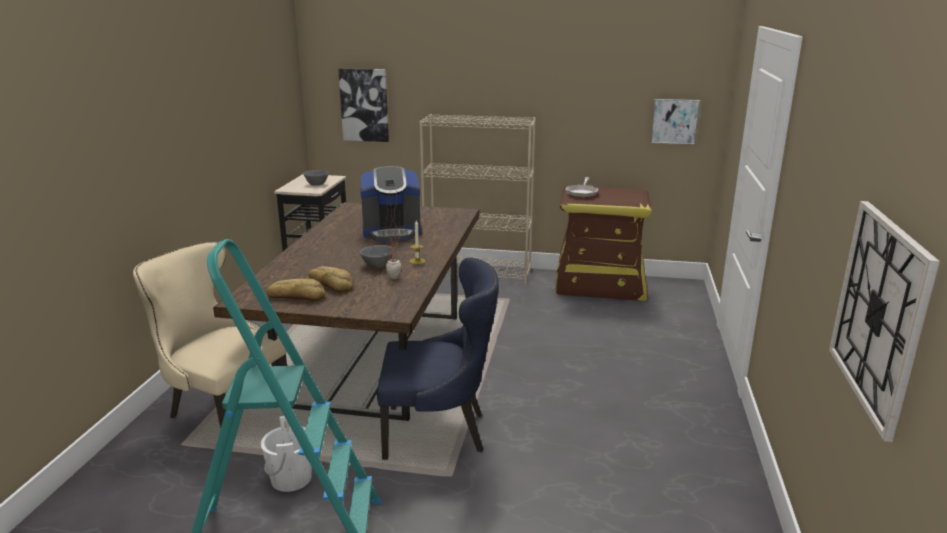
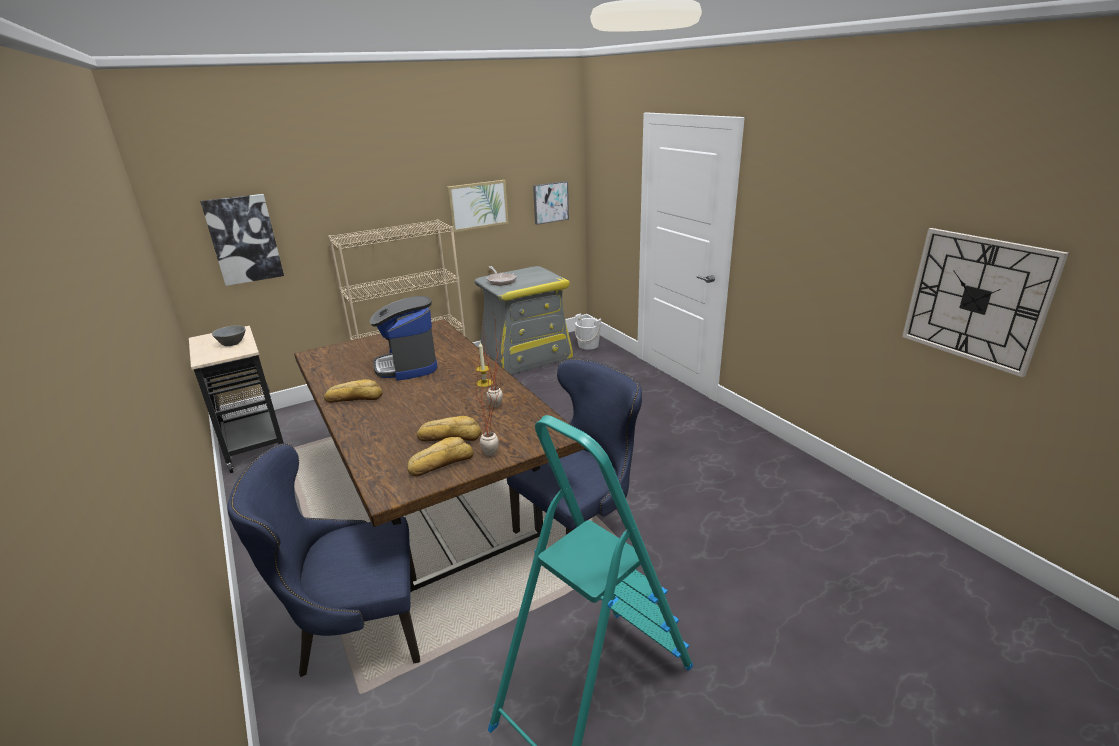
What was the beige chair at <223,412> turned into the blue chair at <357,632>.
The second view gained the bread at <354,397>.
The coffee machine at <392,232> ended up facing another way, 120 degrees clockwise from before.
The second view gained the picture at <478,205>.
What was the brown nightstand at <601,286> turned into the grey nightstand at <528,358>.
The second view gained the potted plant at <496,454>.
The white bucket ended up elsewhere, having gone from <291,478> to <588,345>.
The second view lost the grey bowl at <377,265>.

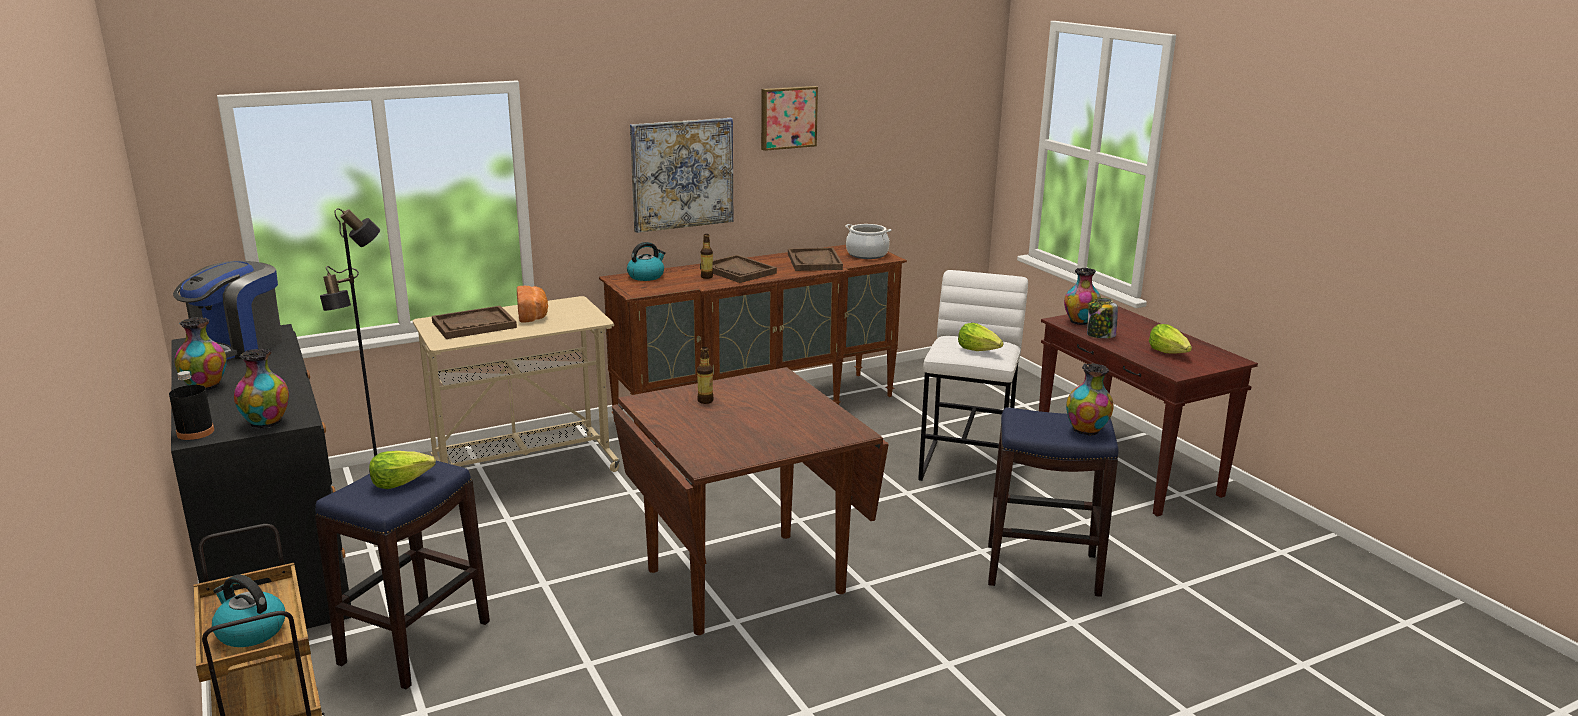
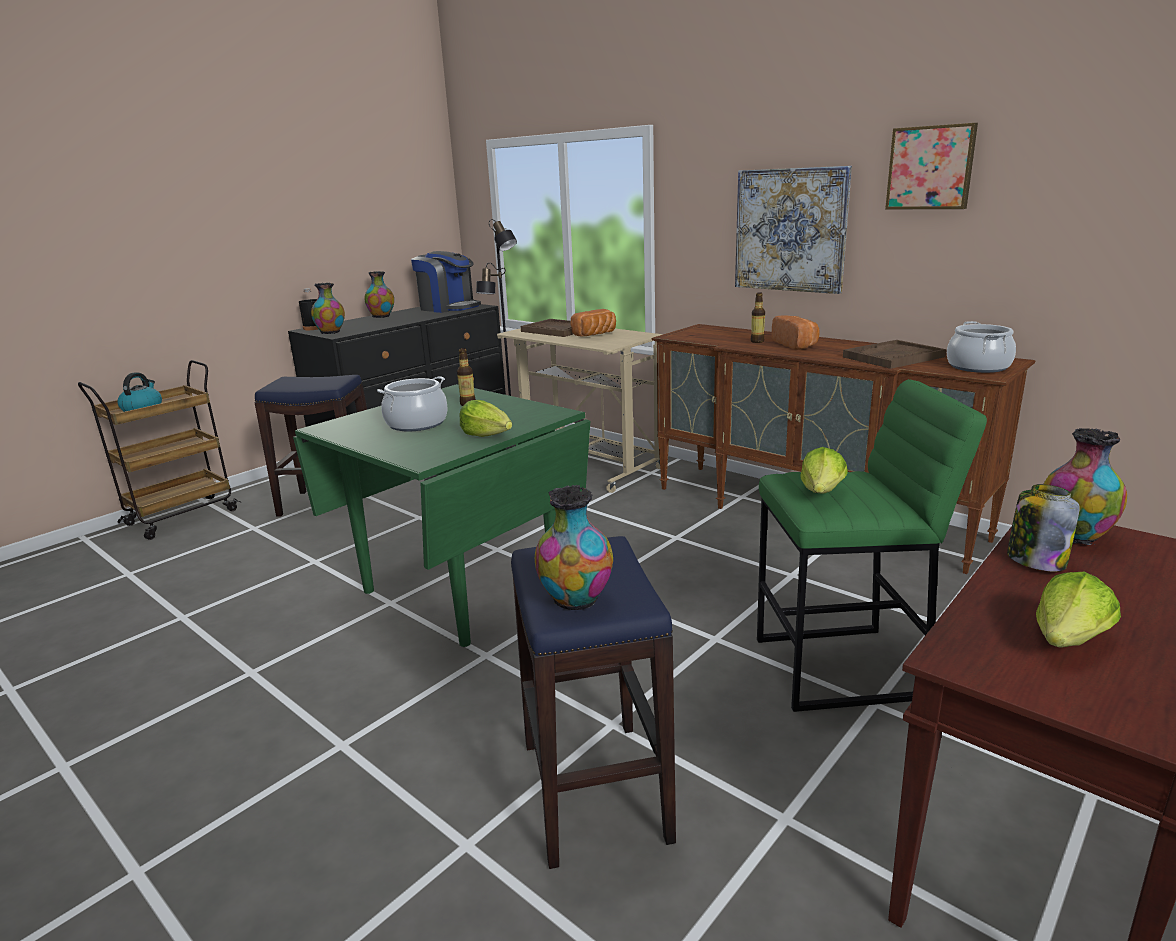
What was the brown dining table at <746,581> turned into the green dining table at <460,591>.
The second view gained the cooking pot at <417,424>.
The coffee machine at <236,347> ended up facing another way, 150 degrees counterclockwise from before.
The lettuce ended up elsewhere, having gone from <400,482> to <487,435>.
What was the white stool at <965,465> turned into the green stool at <842,667>.
Where the brown tray stood at <738,271>, the bread came to stand at <796,345>.
The second view lost the kettle at <646,276>.

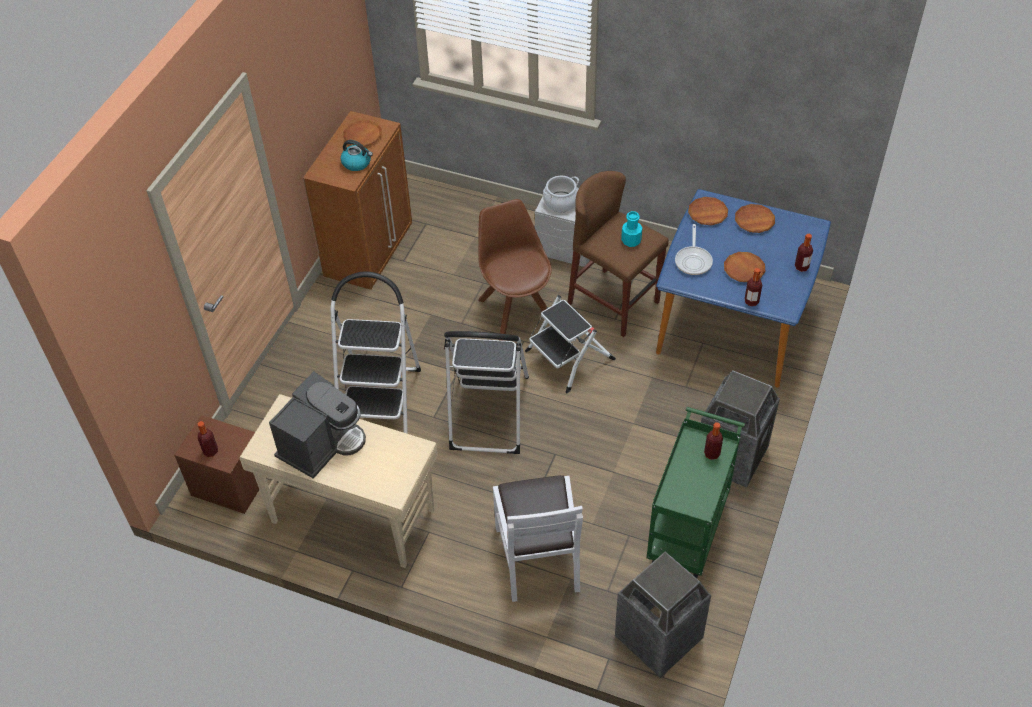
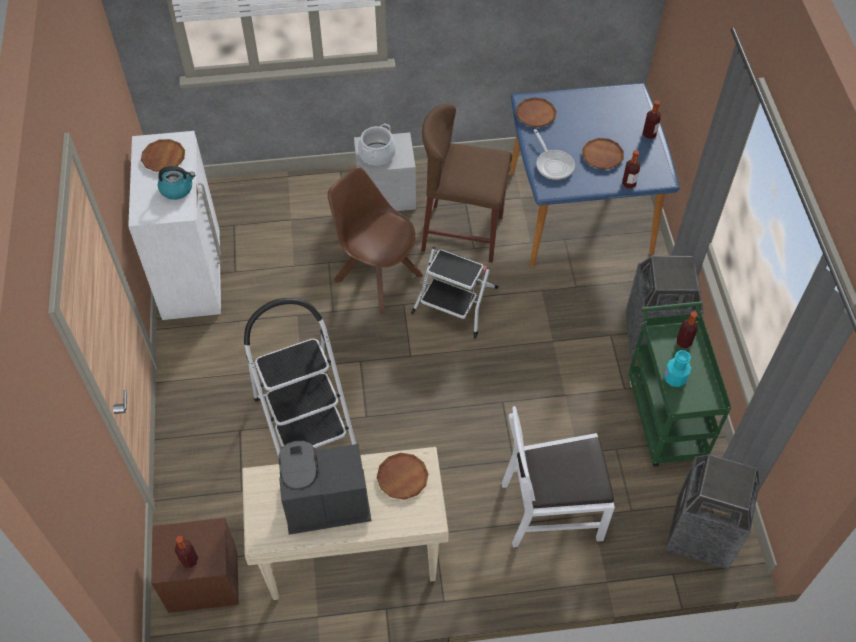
What was the brown cabinet at <369,248> turned into the white cabinet at <191,272>.
The coffee machine at <322,444> ended up facing another way, 105 degrees counterclockwise from before.
The brown plate ended up elsewhere, having gone from <754,221> to <402,477>.
The white chair at <538,558> ended up facing another way, 120 degrees clockwise from before.
The turquoise bottle ended up elsewhere, having gone from <631,240> to <675,378>.
The second view lost the step ladder at <488,415>.

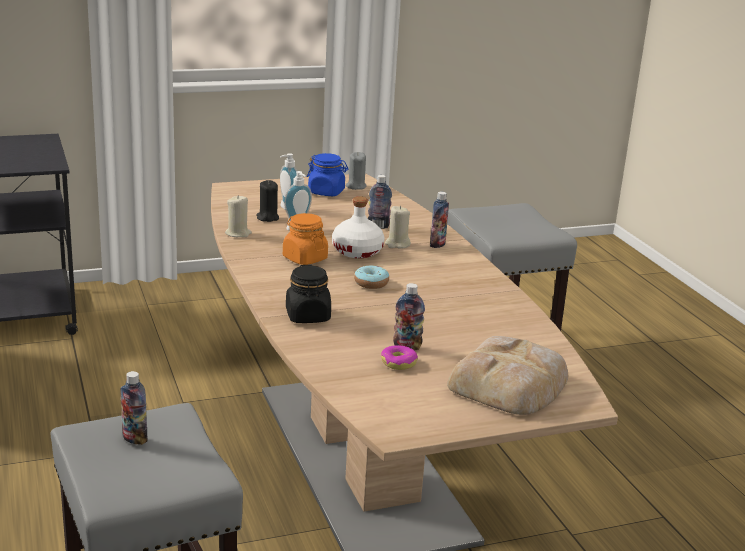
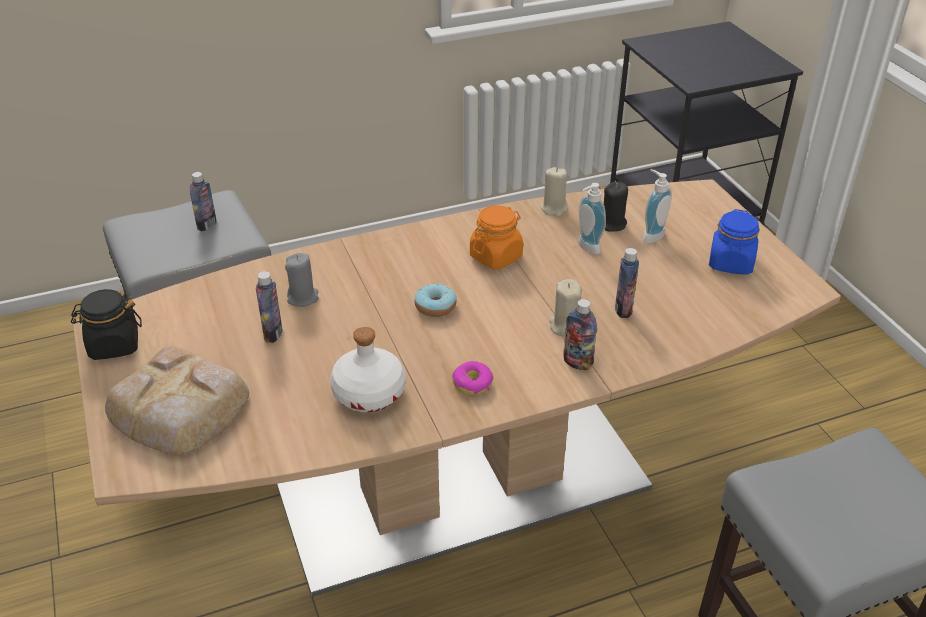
The black jar ended up elsewhere, having gone from <308,316> to <113,345>.
The grey candle ended up elsewhere, having gone from <355,186> to <303,298>.
The white bottle ended up elsewhere, having gone from <357,251> to <369,394>.
The donut ended up elsewhere, having gone from <399,363> to <472,384>.

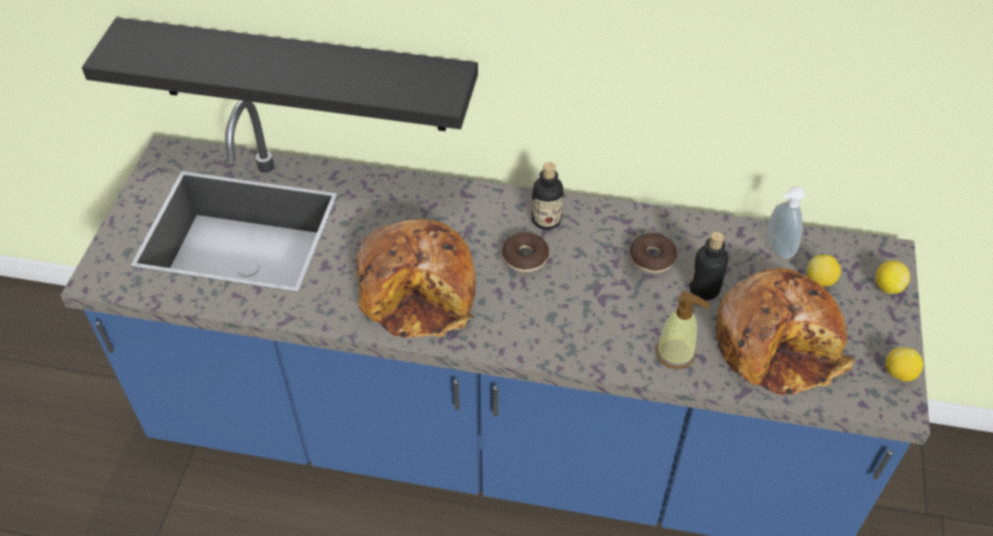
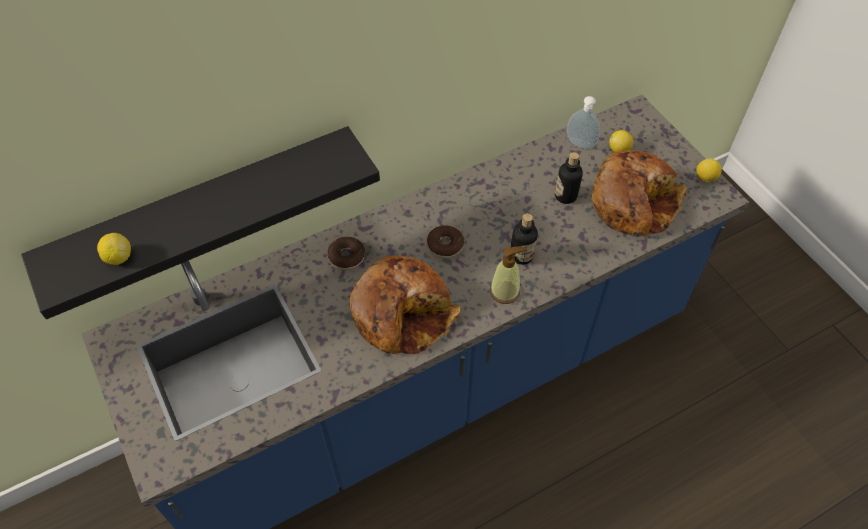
The lemon ended up elsewhere, having gone from <887,286> to <118,257>.
The donut ended up elsewhere, having gone from <652,258> to <346,257>.
The soap dispenser ended up elsewhere, having gone from <675,353> to <505,291>.
The bottle ended up elsewhere, having gone from <546,220> to <521,255>.

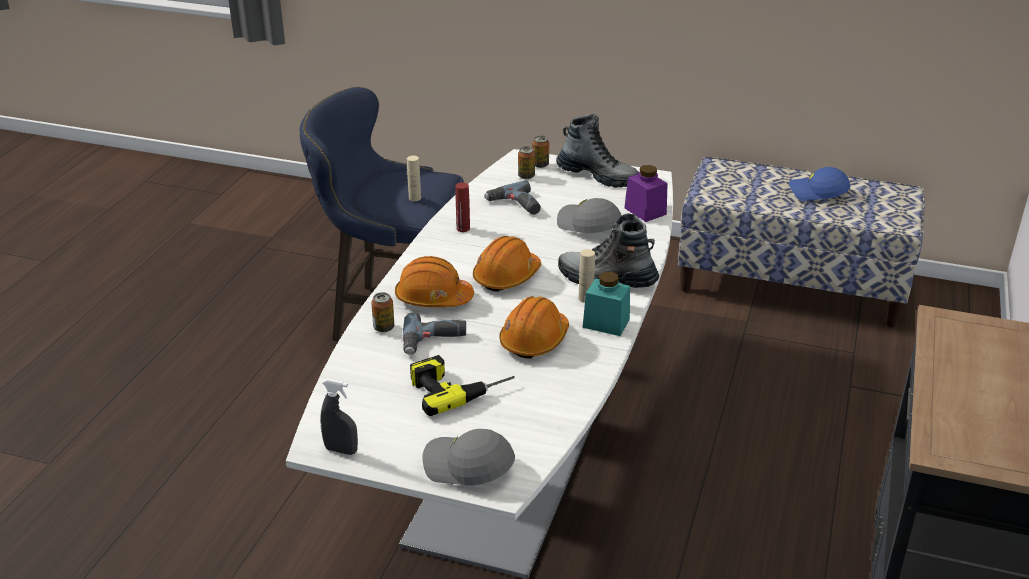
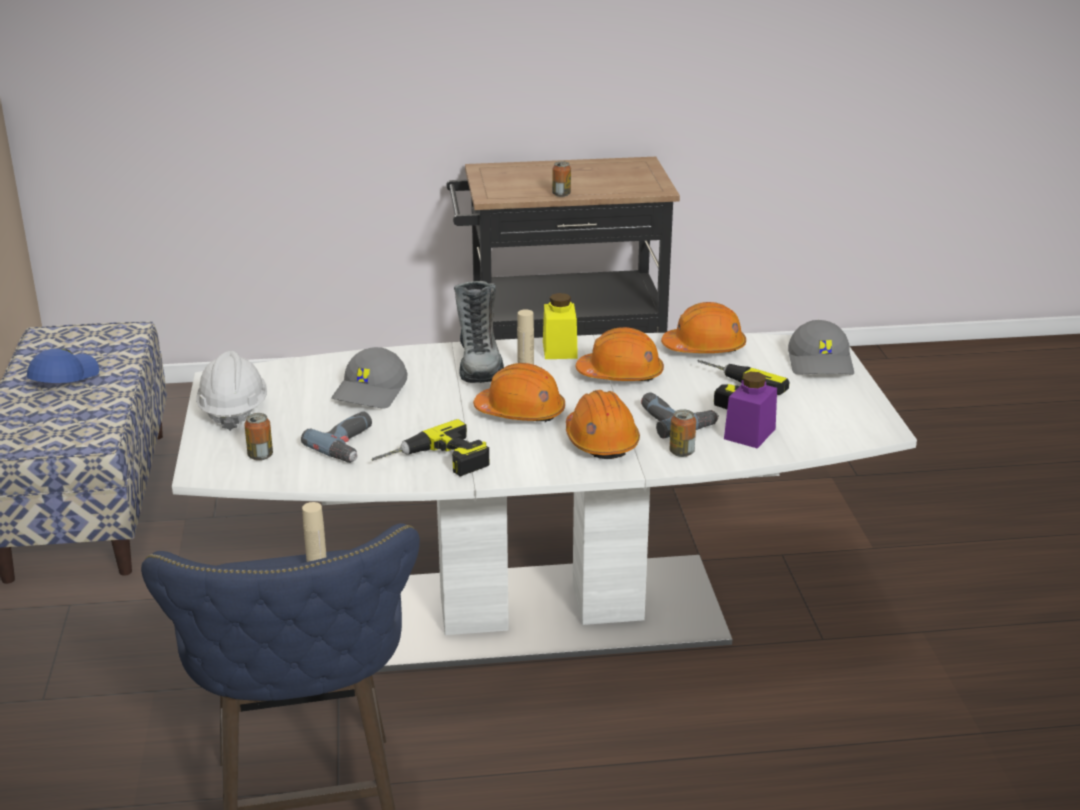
The blue cap at <817,193> ended up facing another way, 150 degrees counterclockwise from before.
Where the boot stood at <597,176>, the white hard hat came to stand at <233,411>.
Where the red bottle stood at <463,228>, the power drill came to stand at <434,463>.
What was the turquoise jar at <606,323> turned into the yellow jar at <559,349>.
The can ended up elsewhere, having gone from <540,165> to <561,194>.
The second view gained the orange hard hat at <704,348>.
The purple jar ended up elsewhere, having gone from <645,211> to <749,434>.
The second view lost the grey spray bottle at <341,450>.

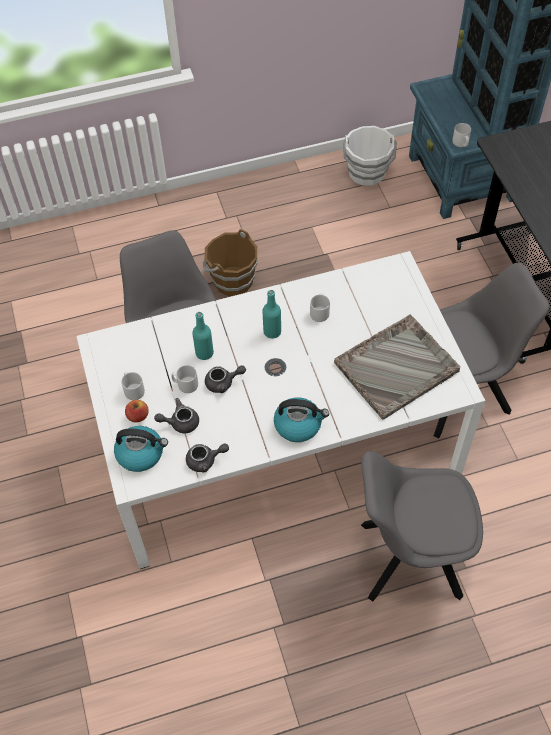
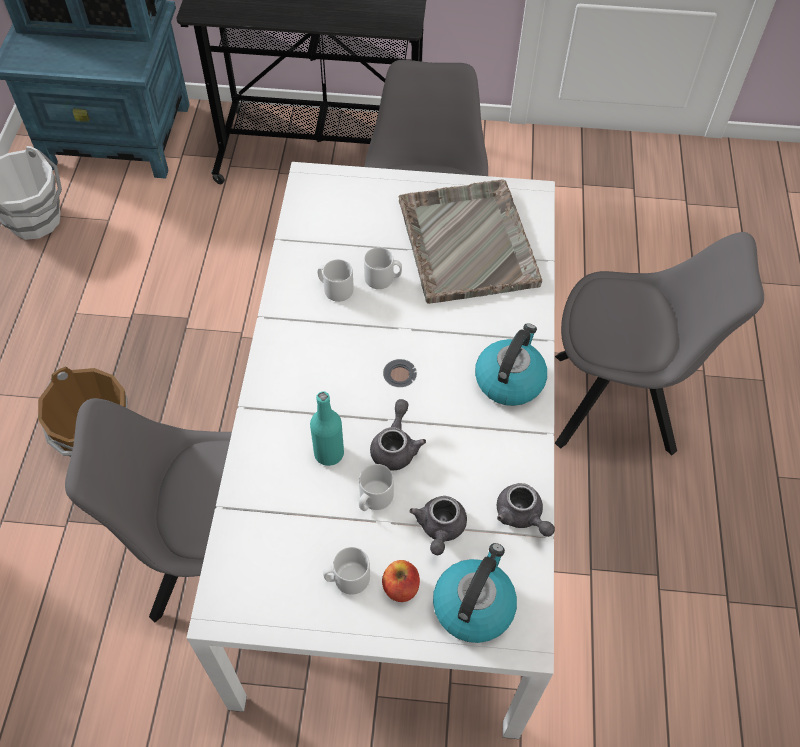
The grey mug ended up elsewhere, having gone from <461,143> to <383,279>.
The grey teapot at <205,460> ended up facing another way, 135 degrees clockwise from before.
The grey chair at <409,559> ended up facing another way, 105 degrees counterclockwise from before.
The second view lost the turquoise bottle at <272,332>.

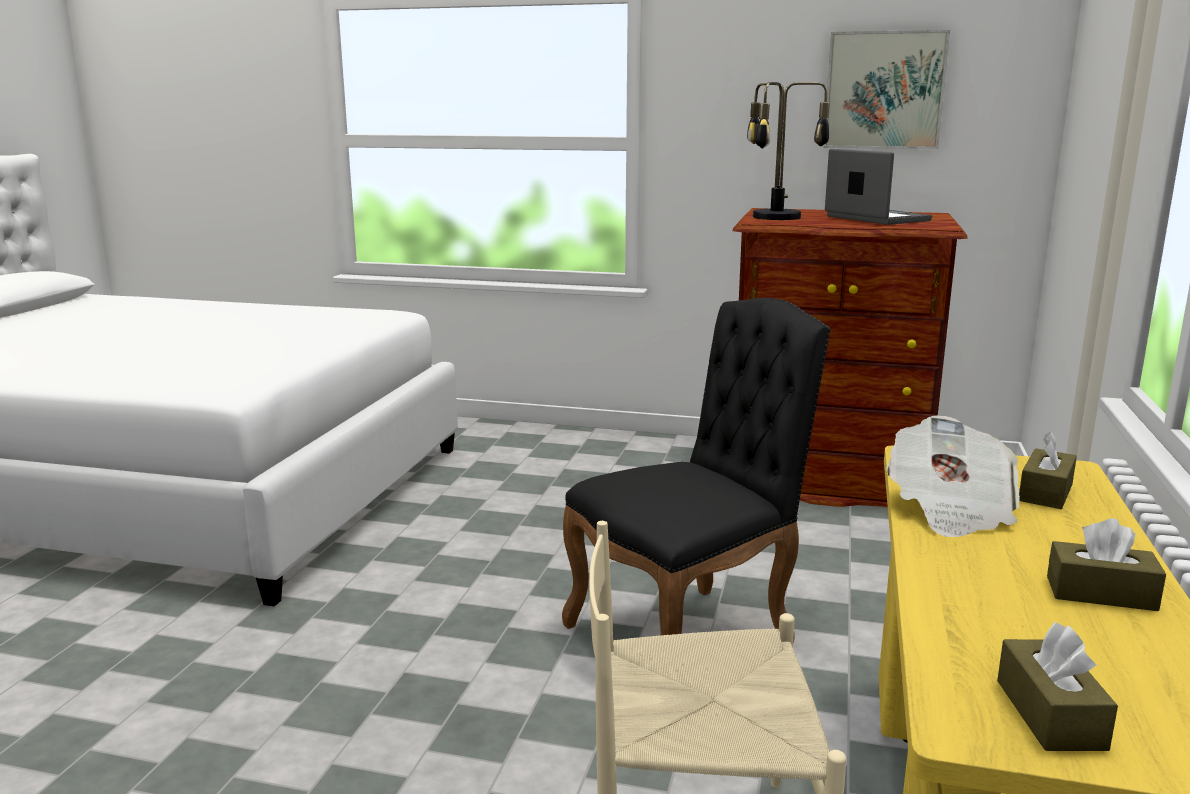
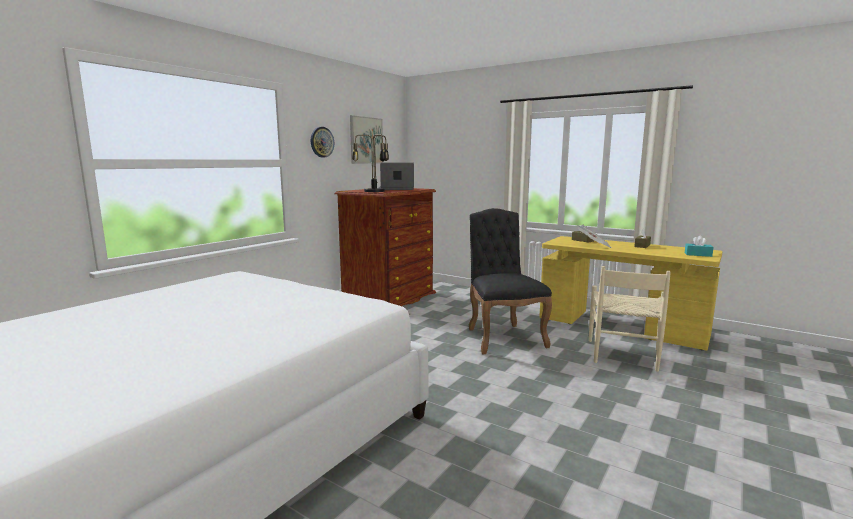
The second view gained the wall clock at <321,142>.
What was the brown tissue box at <1050,714> turned into the turquoise tissue box at <698,254>.

